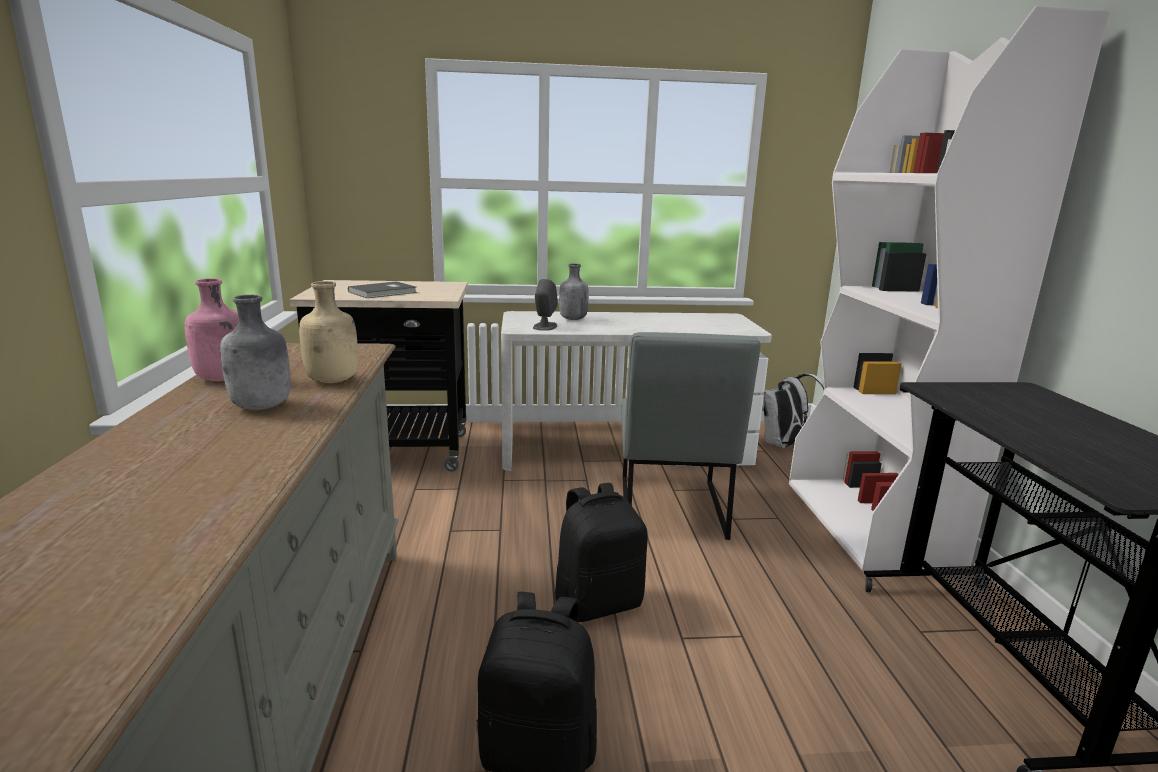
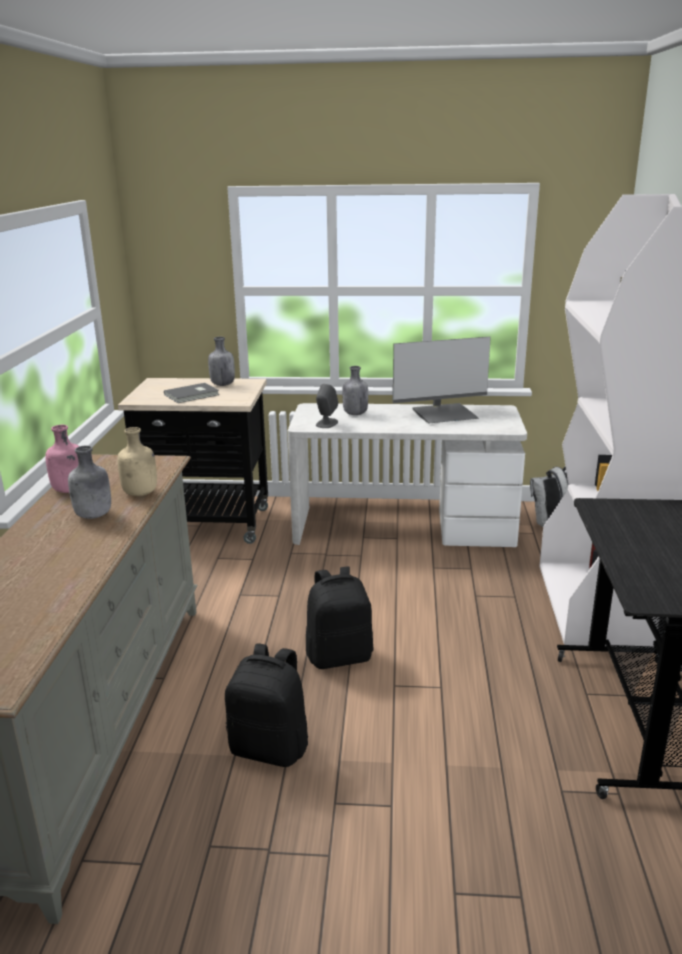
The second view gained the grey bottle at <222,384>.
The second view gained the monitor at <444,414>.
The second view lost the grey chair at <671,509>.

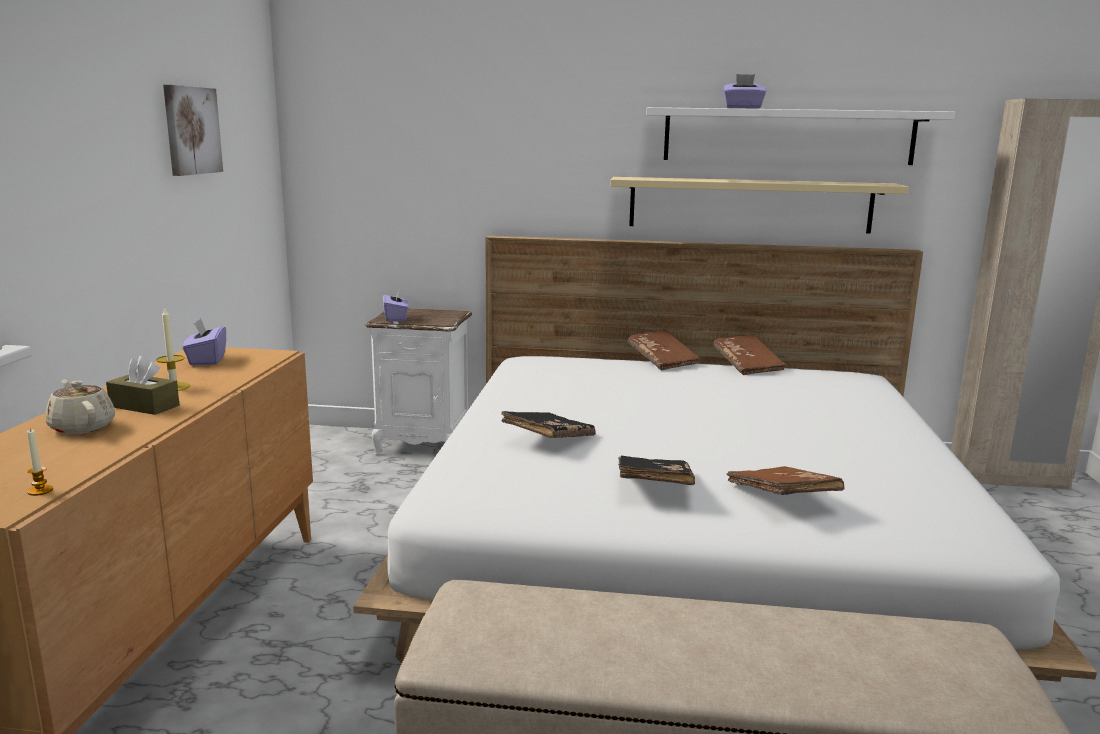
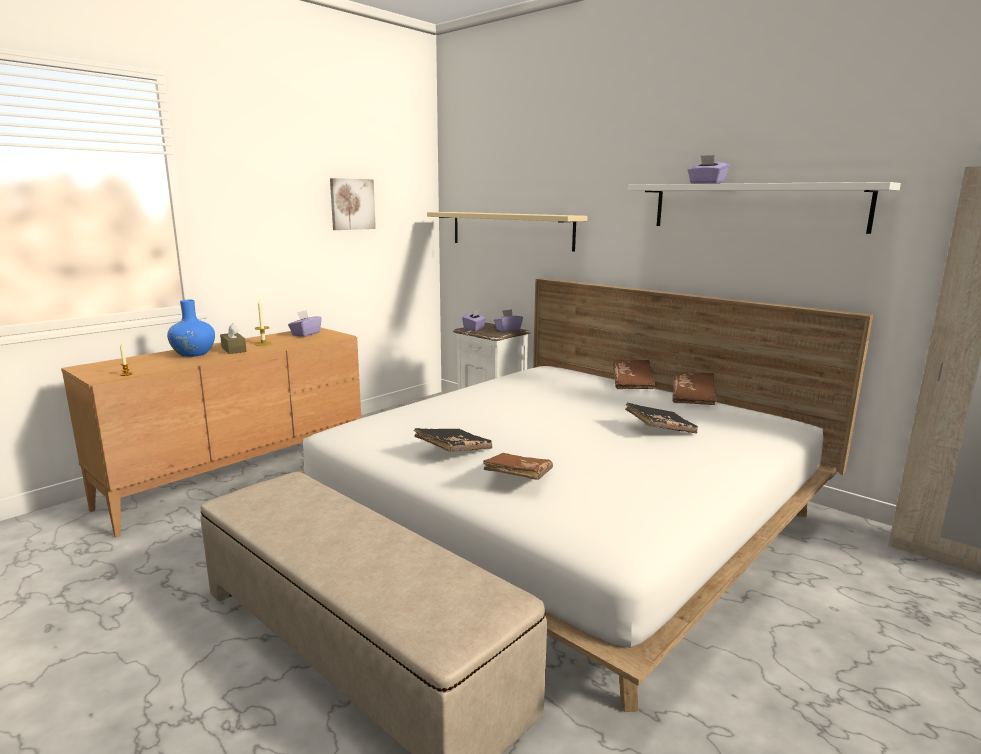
Where the beige teapot stood at <82,427>, the blue vase came to stand at <193,354>.
The beige shelf ended up elsewhere, having gone from <749,204> to <510,230>.
The second view gained the purple tissue box at <508,329>.
The black book ended up elsewhere, having gone from <548,439> to <660,429>.

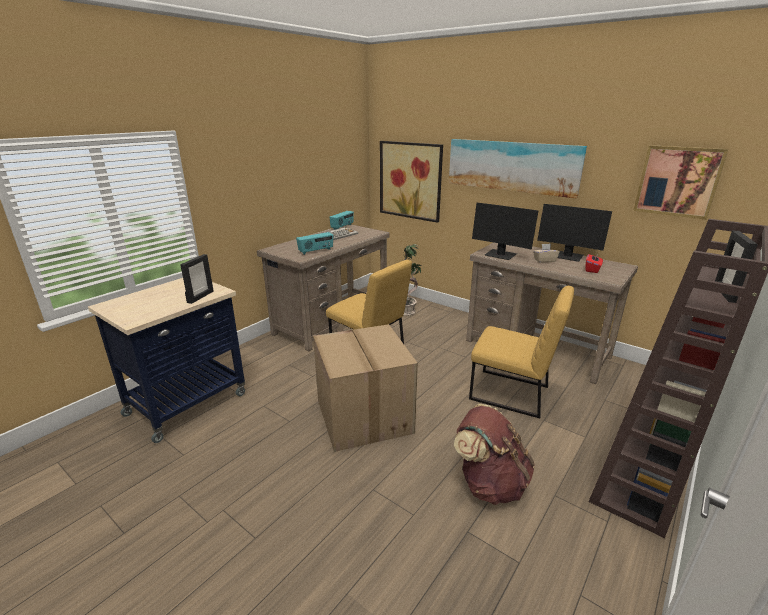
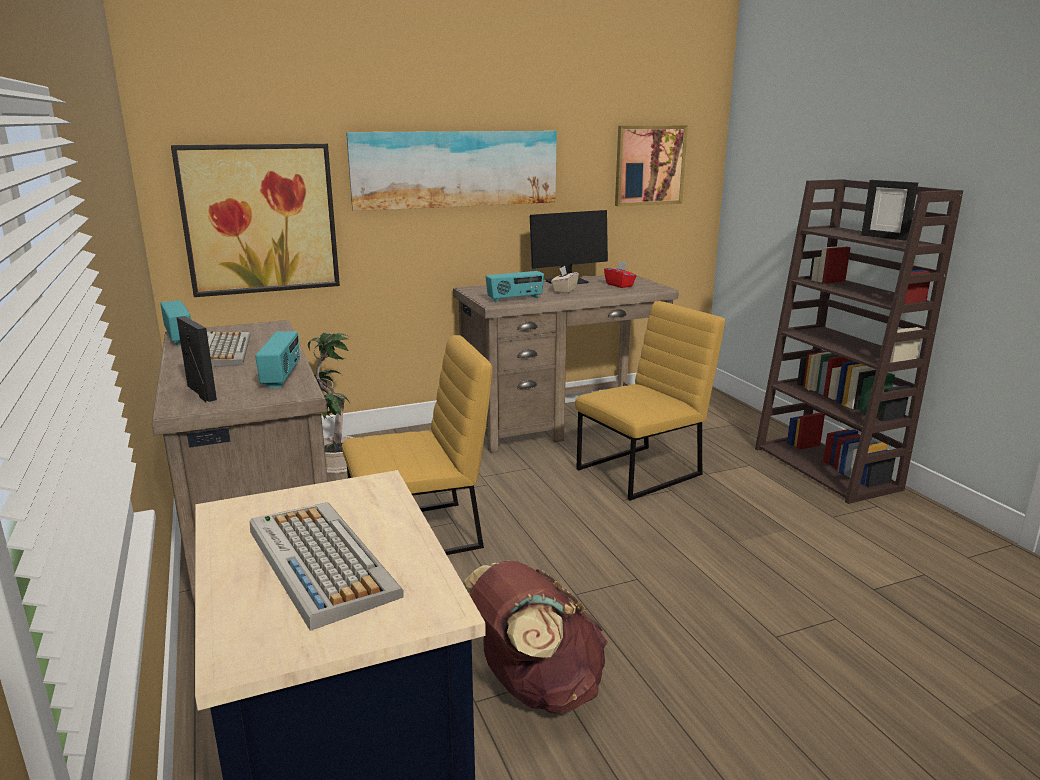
The picture frame ended up elsewhere, having gone from <200,297> to <200,393>.
The second view gained the keyboard at <319,561>.
The brown backpack ended up elsewhere, having gone from <489,483> to <536,688>.
Where the monitor stood at <500,255>, the radio came to stand at <515,299>.
The second view lost the cardboard box at <362,415>.

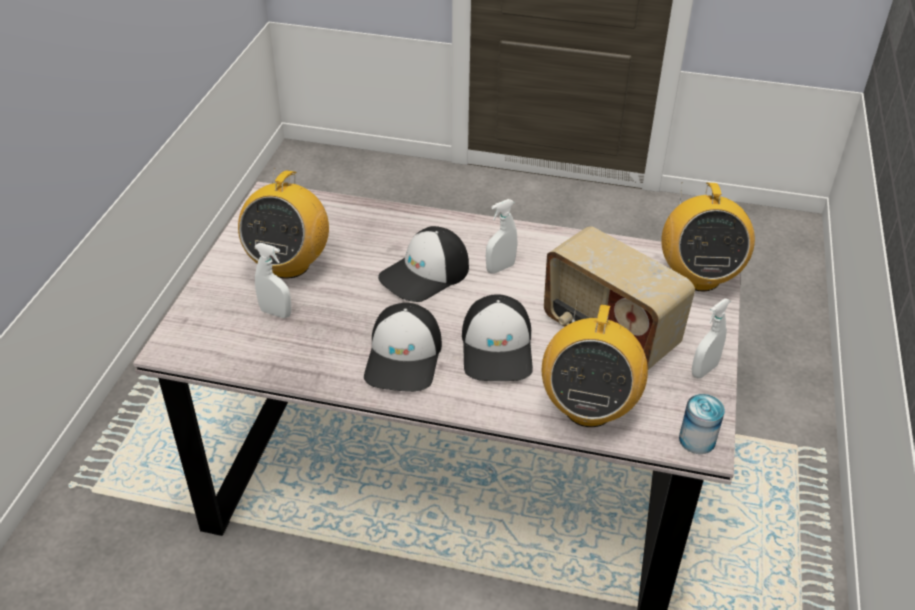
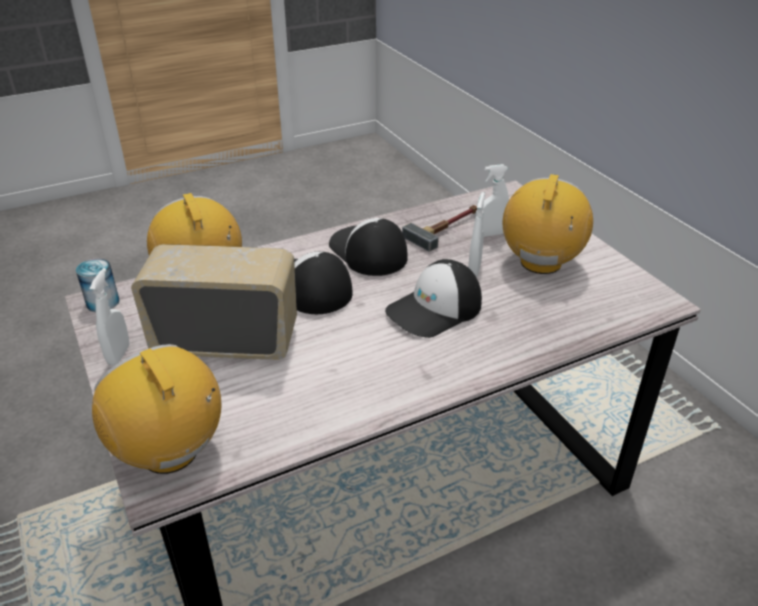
The cap at <425,274> ended up facing another way, 135 degrees counterclockwise from before.
The second view gained the hammer at <447,228>.
The white spray bottle ended up elsewhere, having gone from <500,268> to <474,270>.
The radio at <288,264> ended up facing another way, 45 degrees clockwise from before.

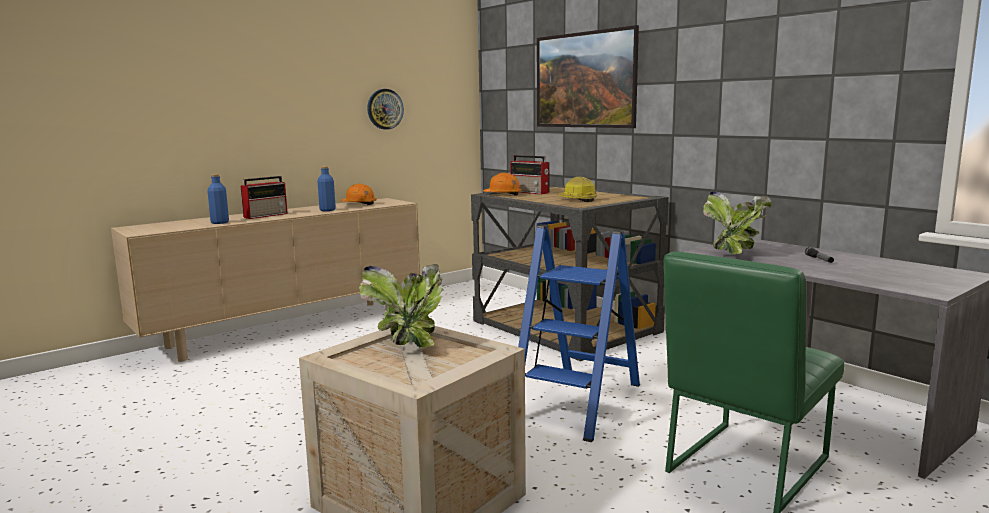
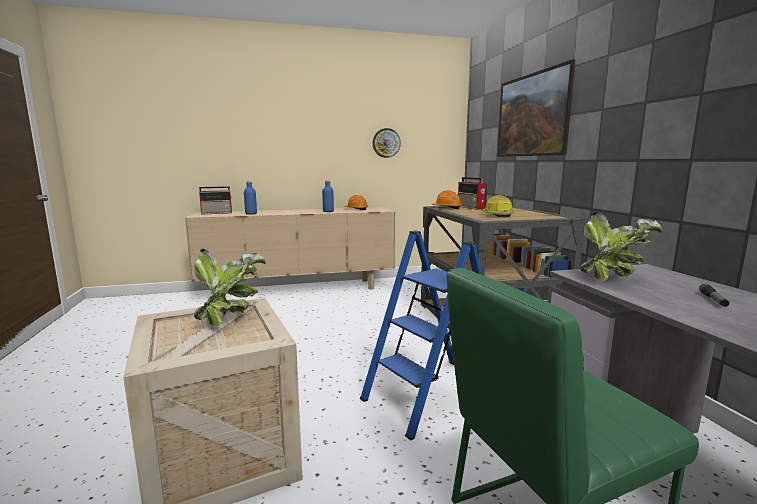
The radio ended up elsewhere, having gone from <266,215> to <217,213>.

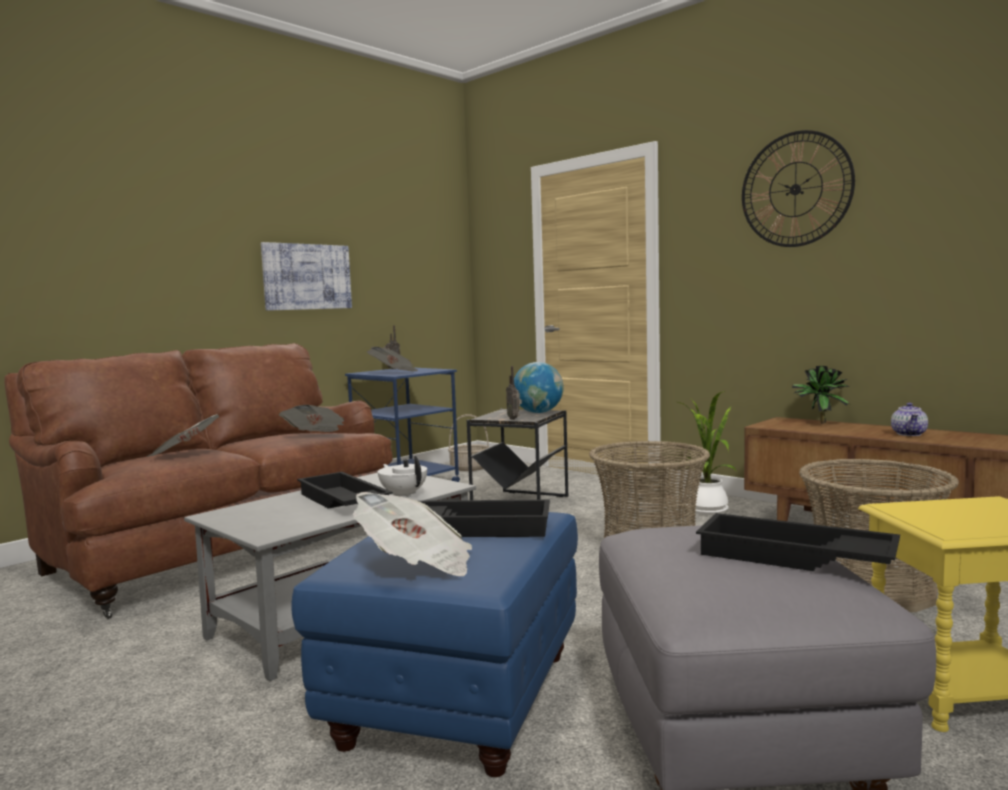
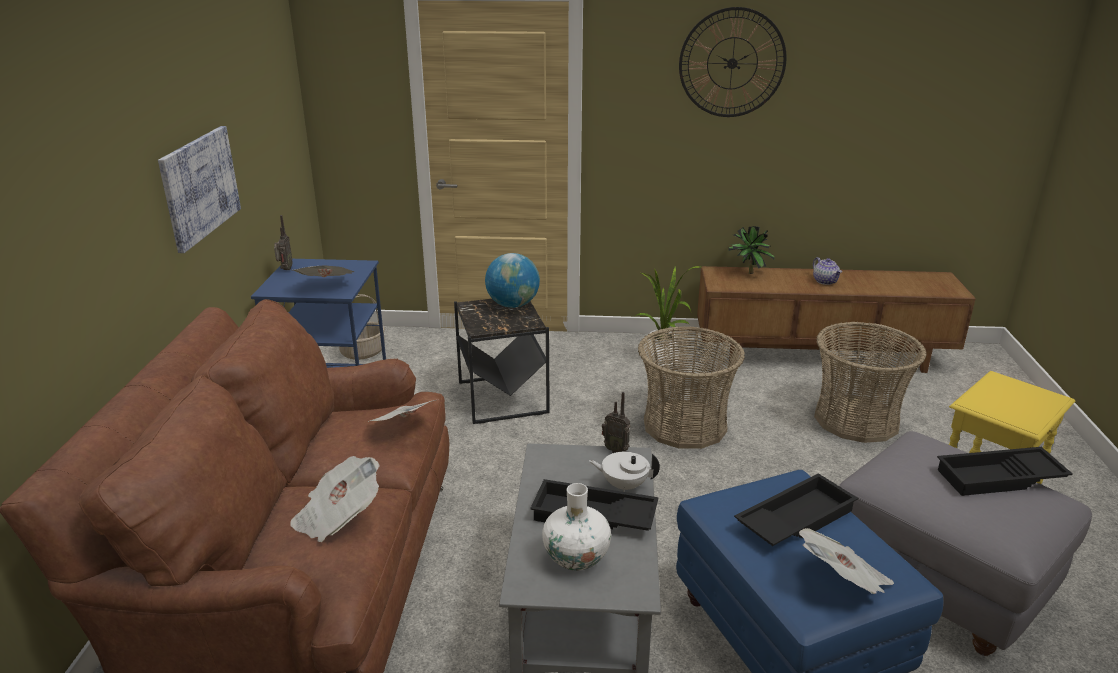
The second view gained the white vase at <576,557>.
The radio ended up elsewhere, having gone from <514,419> to <616,450>.

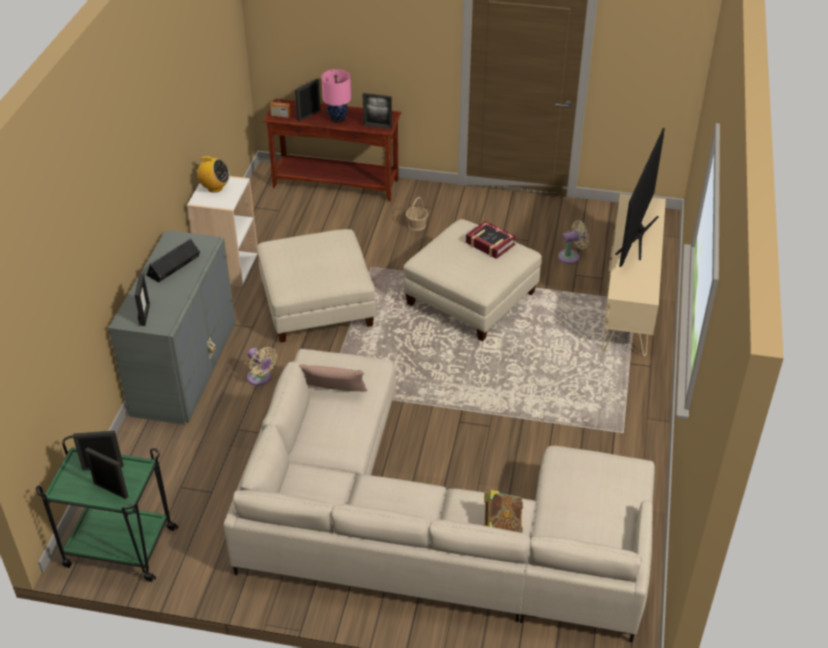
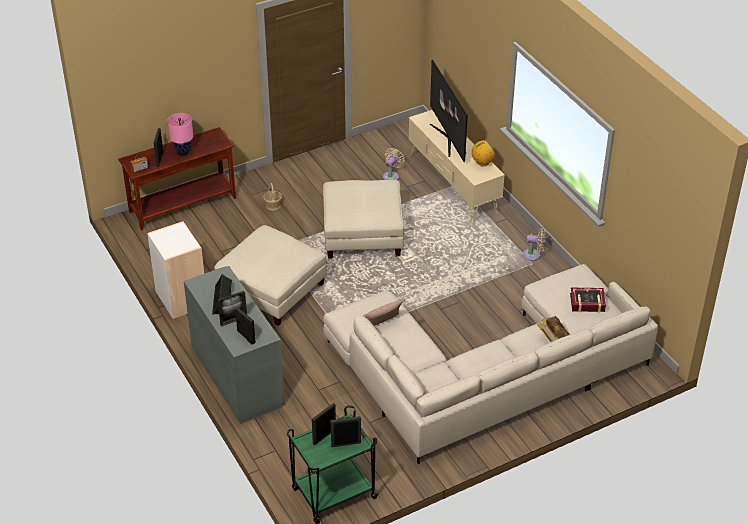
The picture frame ended up elsewhere, having gone from <377,126> to <233,321>.
The radio ended up elsewhere, having gone from <215,188> to <482,163>.
The beige fan ended up elsewhere, having gone from <260,378> to <533,255>.
The book ended up elsewhere, having gone from <490,244> to <587,303>.

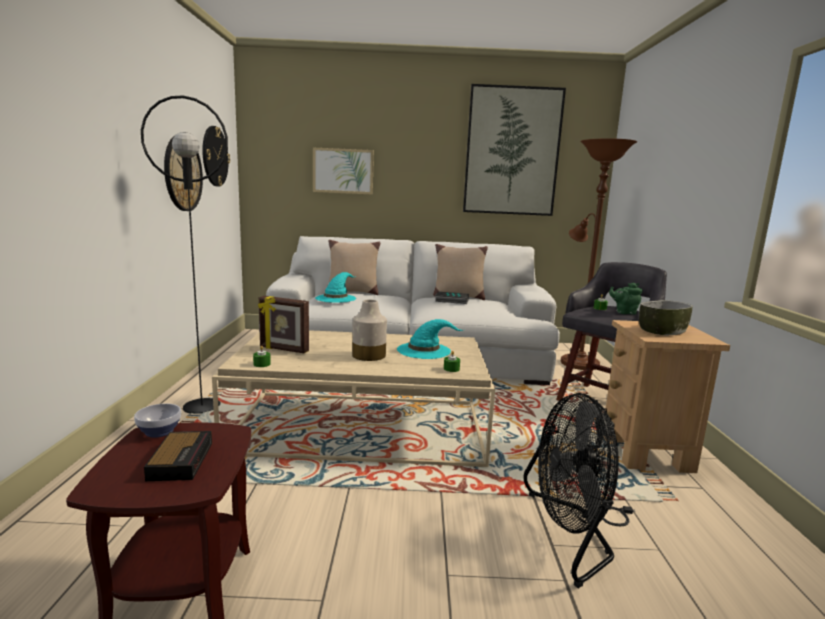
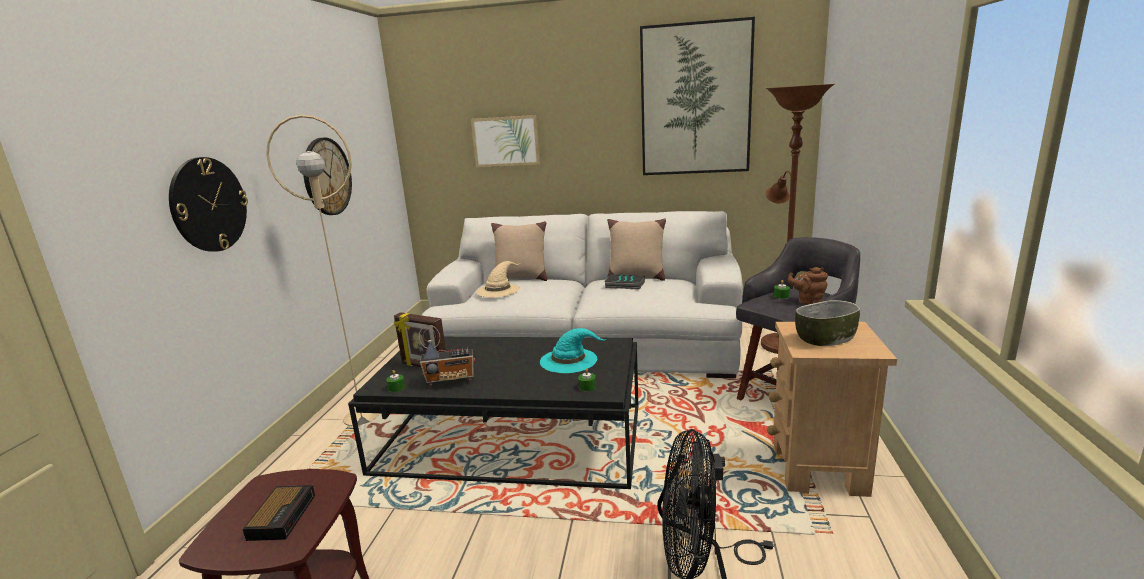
The wall clock ended up elsewhere, having gone from <214,156> to <208,205>.
What was the black floor lamp at <201,406> turned into the beige floor lamp at <361,417>.
What was the beige coffee table at <362,426> turned into the black coffee table at <512,439>.
The second view gained the radio at <451,380>.
What was the turquoise hat at <336,298> turned into the beige hat at <498,290>.
What was the green teapot at <624,312> turned into the brown teapot at <808,301>.
The second view lost the bowl at <160,431>.
The second view lost the beige vase at <369,355>.

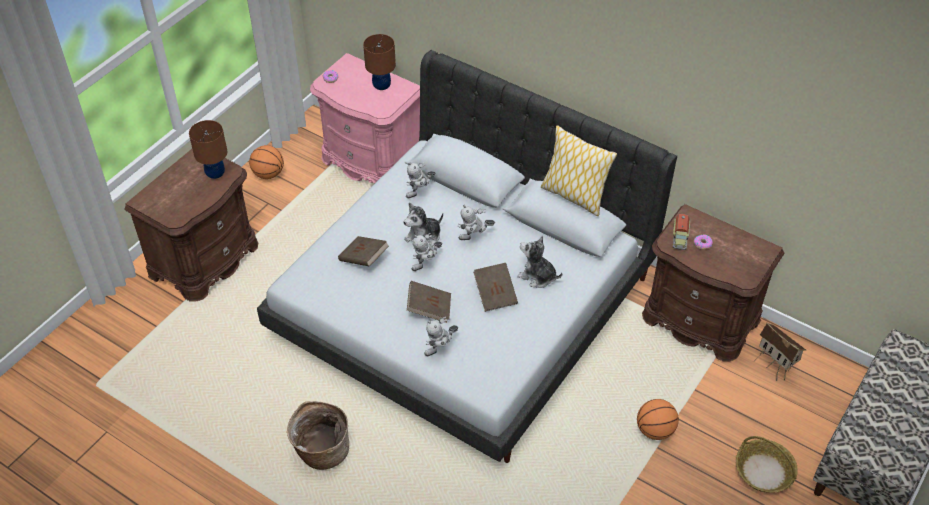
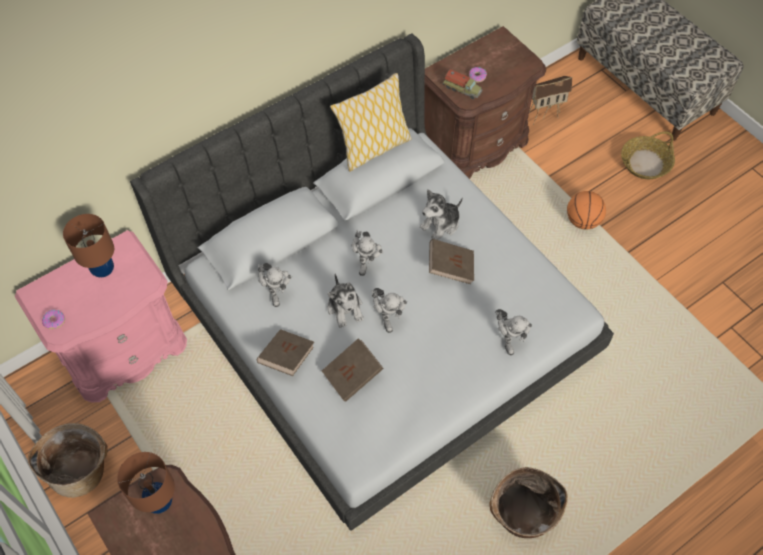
Where the basketball stood at <268,174>, the basket came to stand at <82,470>.
The brown book ended up elsewhere, having gone from <429,308> to <287,358>.

